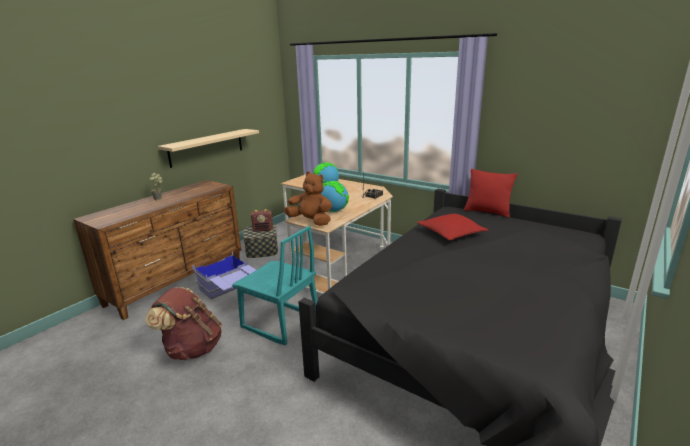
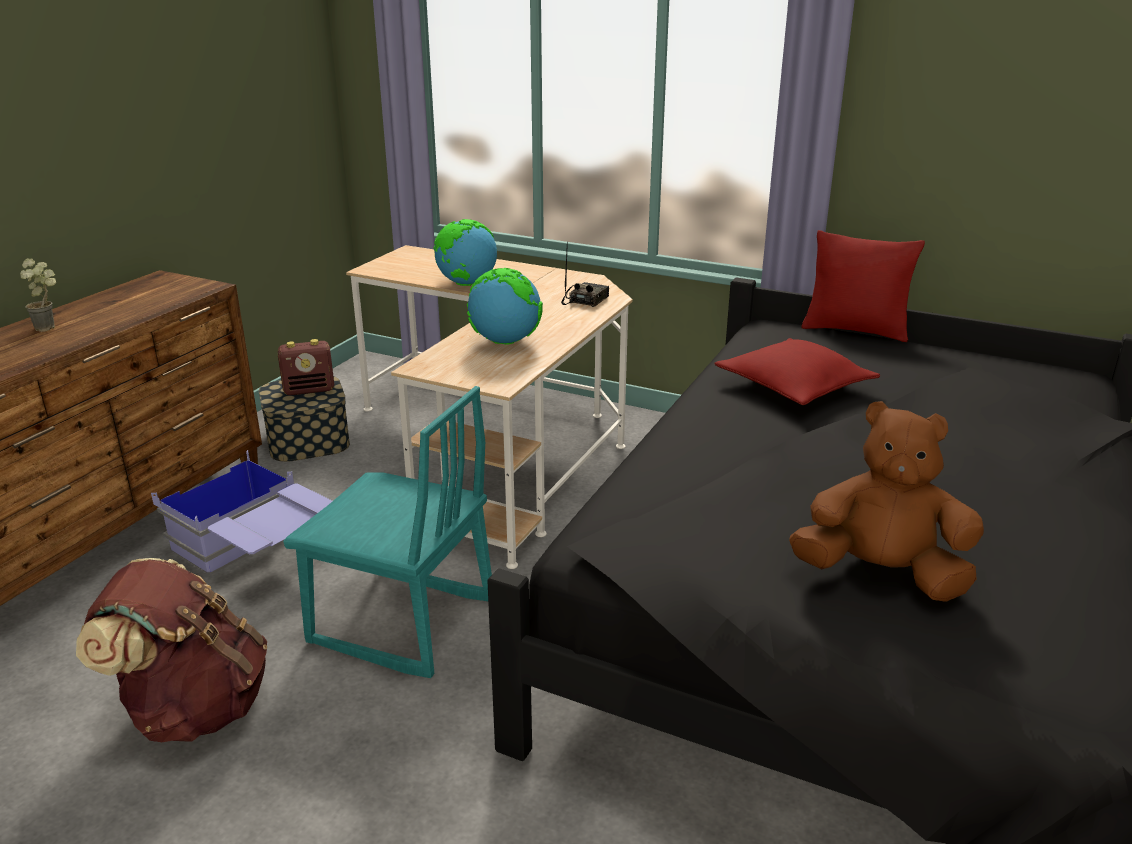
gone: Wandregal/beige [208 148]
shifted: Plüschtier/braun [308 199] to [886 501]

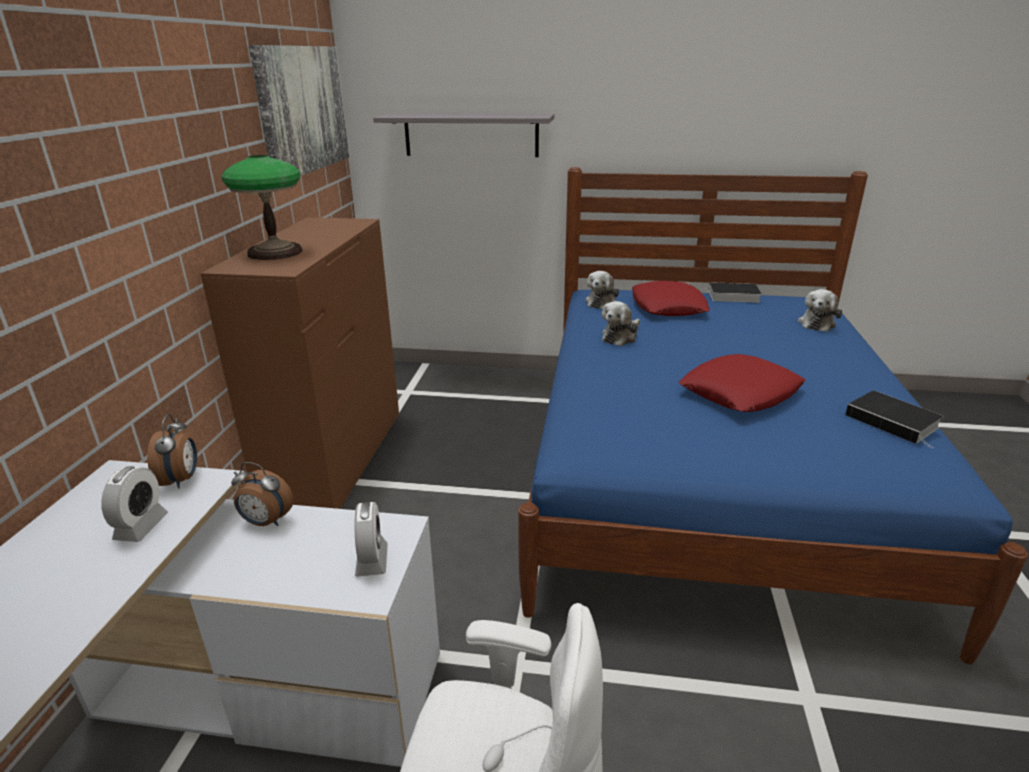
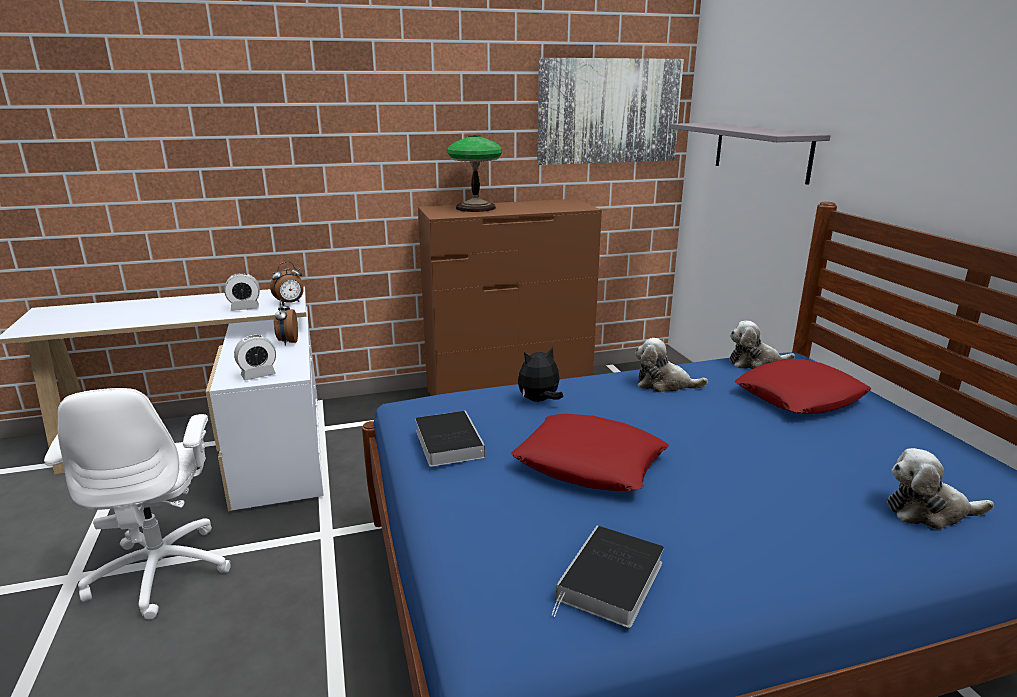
new: Plüschtier [540 374]
shifted: Buch [730 292] to [450 439]

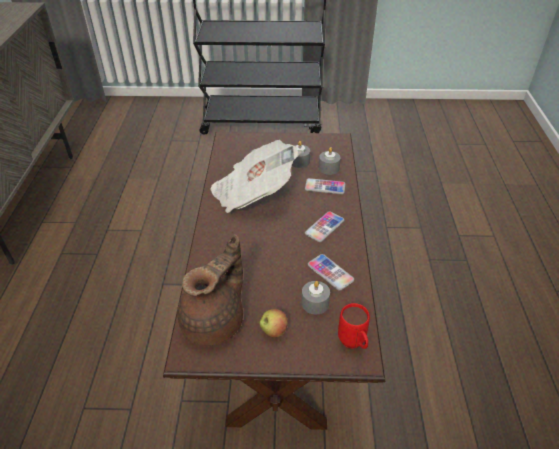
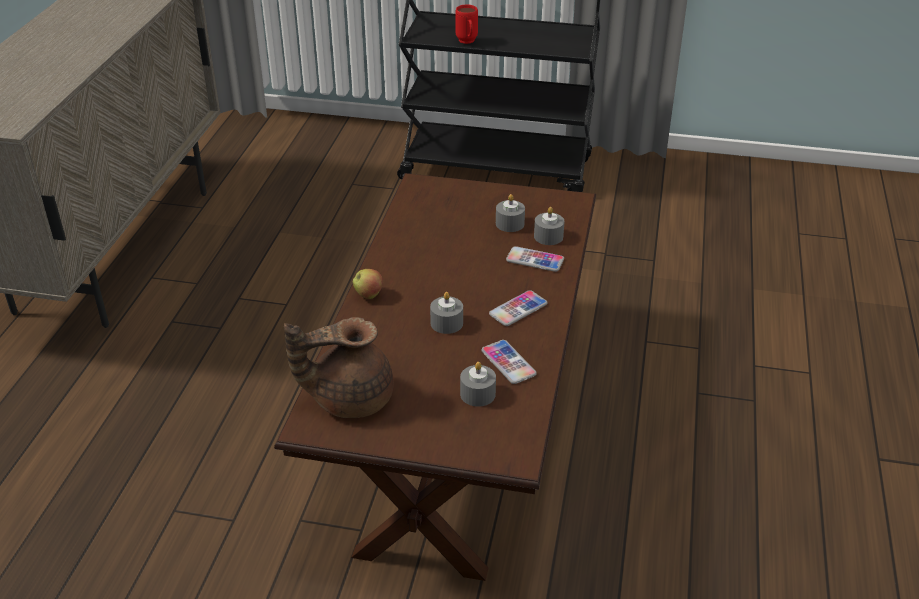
gone: Zeitung [254 176]
new: Kerze/grau [446 313]
shifted: Henkelbecher/rot [354 326] to [466 24]; Apfel [273 323] to [368 284]
rotated: Teekanne/braun [210 290] = [339 367] 150 degrees counterclockwise

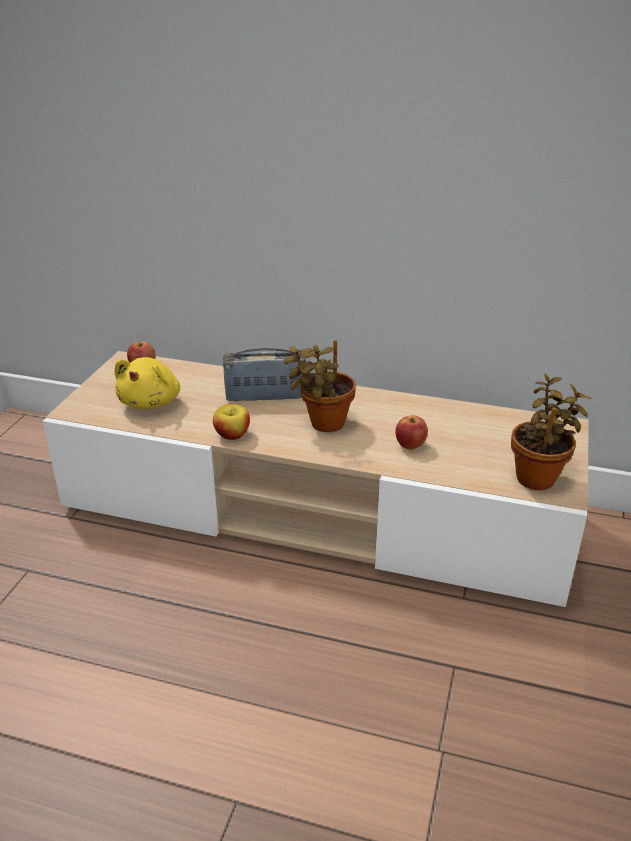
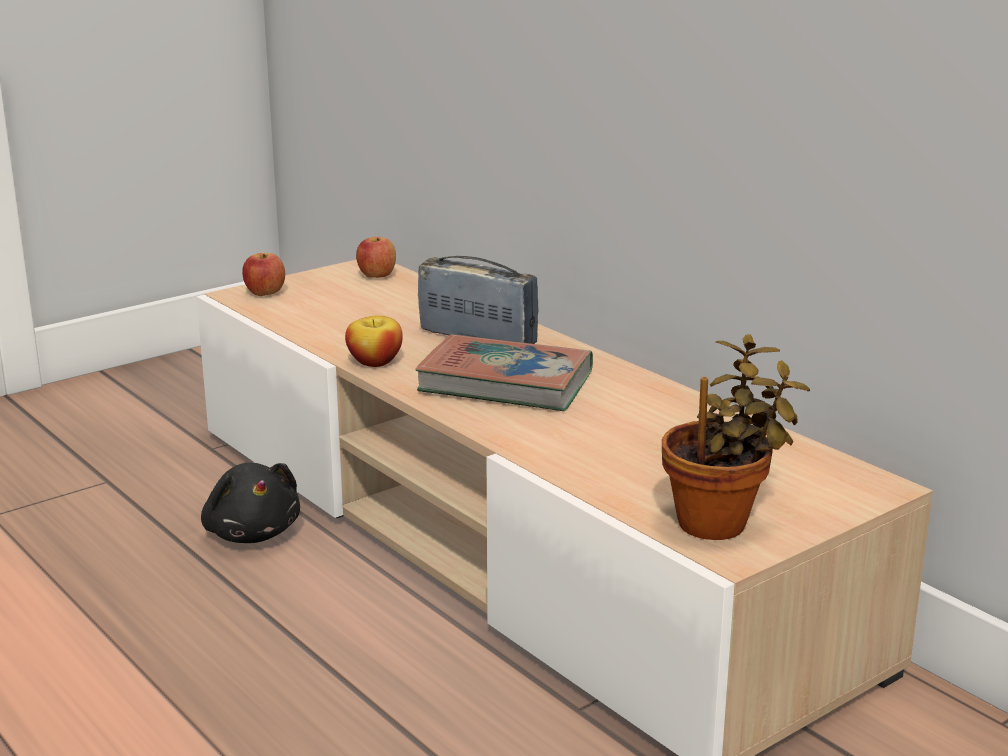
gone: Plüschtier/gelb [147 383]
new: Plüschtier/schwarz [250 503]
shifted: Apfel [411 432] to [263 274]
swapped: Topfpflanze [320 386] to Buch [504 372]

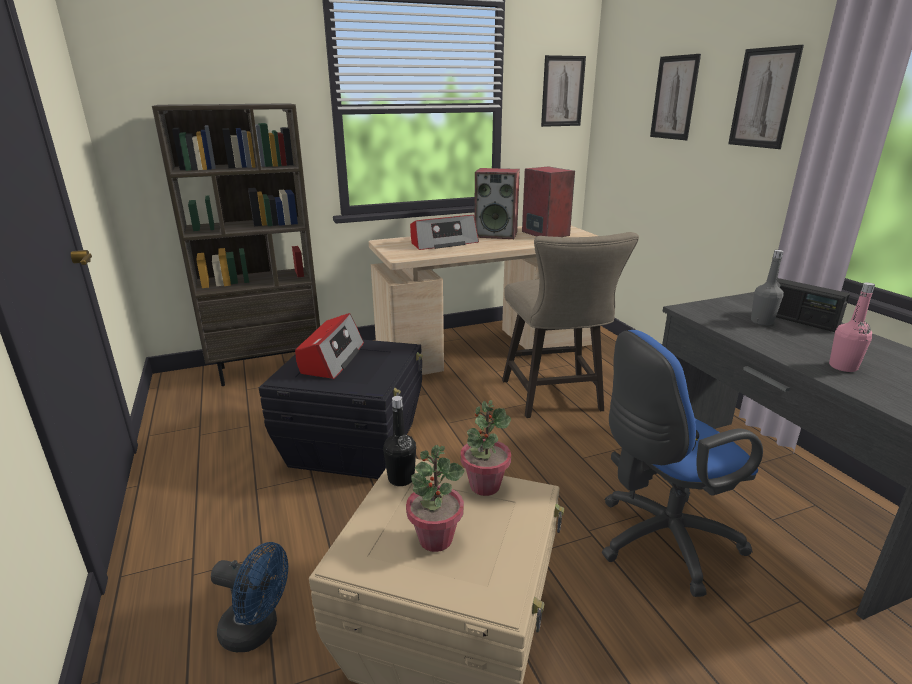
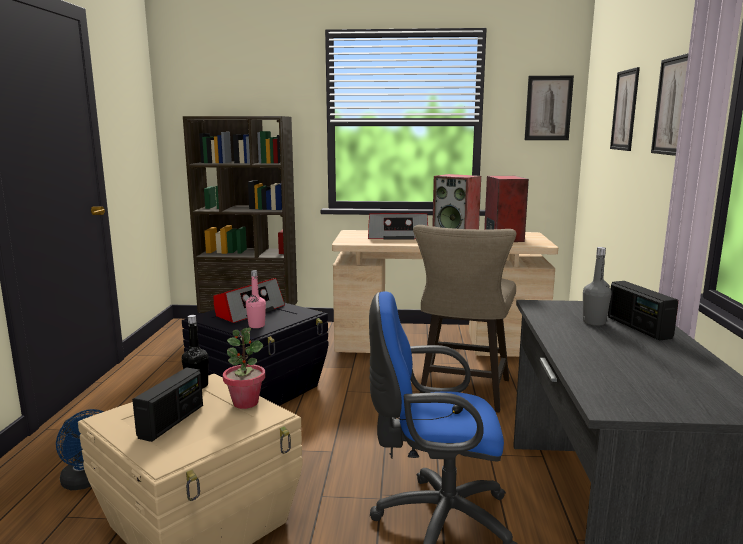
shifted: Flasche/rosa [852 327] to [256 299]
swapped: Topfpflanze [435 498] to Radio [167 404]

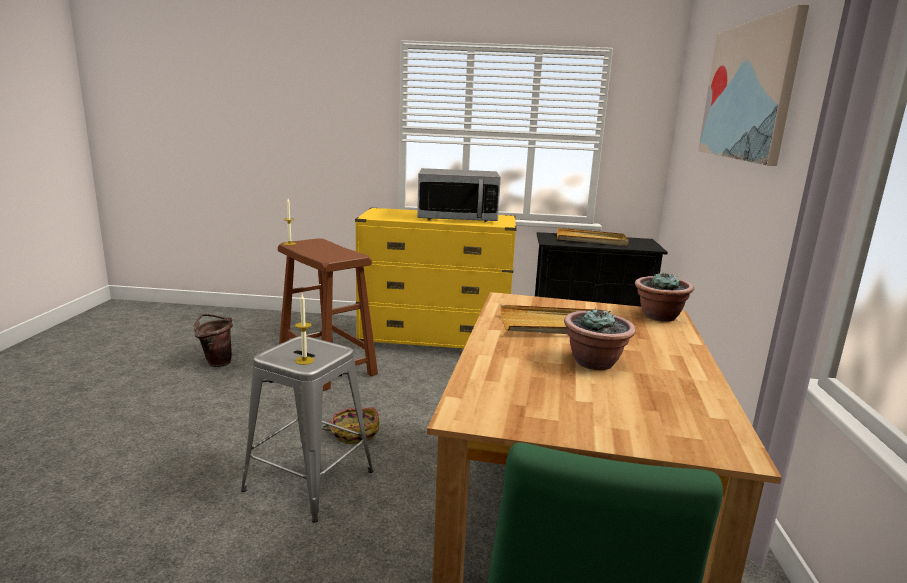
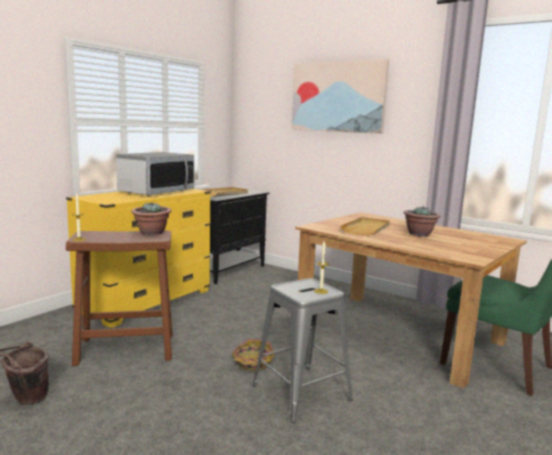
shifted: Topfpflanze [664 296] to [151 218]

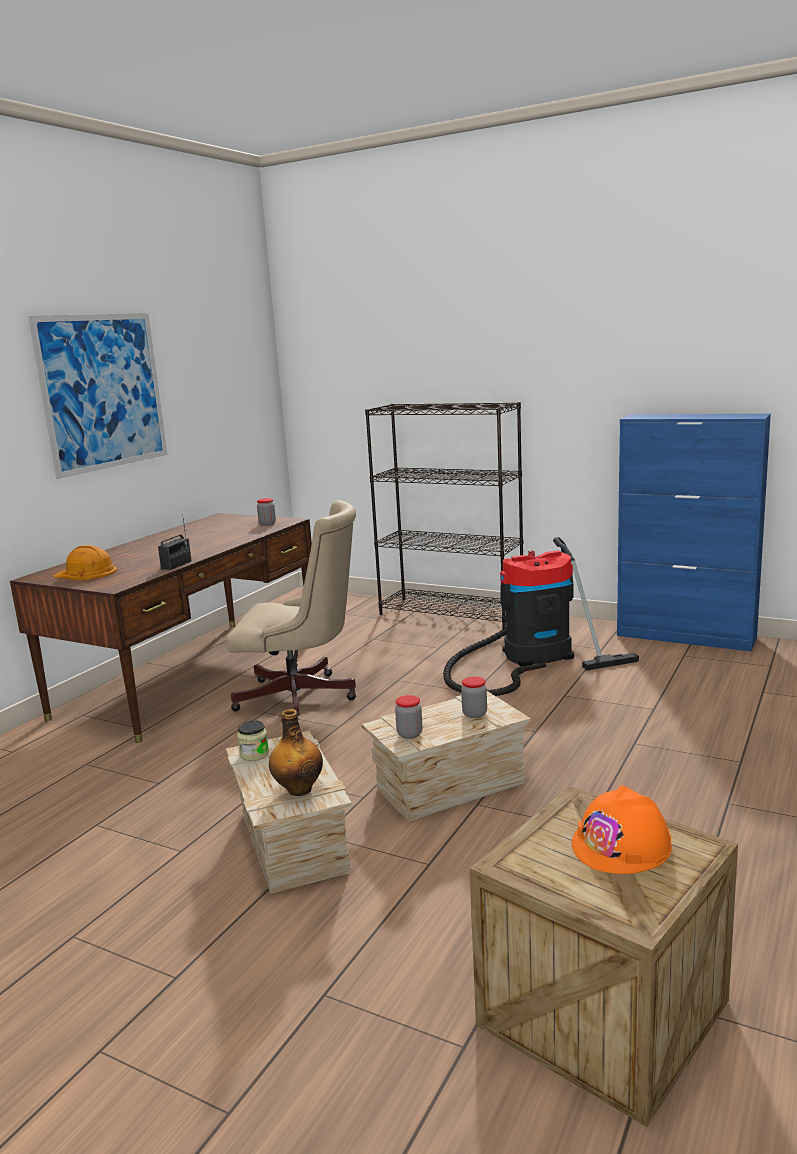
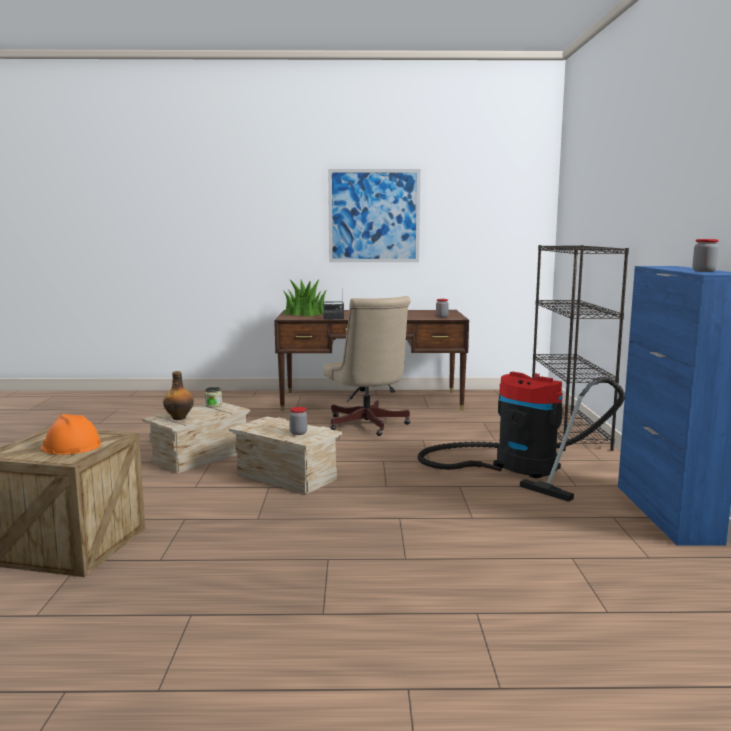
shifted: Vorratsglas [408 717] to [706 255]
swapped: Schutzhelm/orange [85 562] to Topfpflanze [305 298]

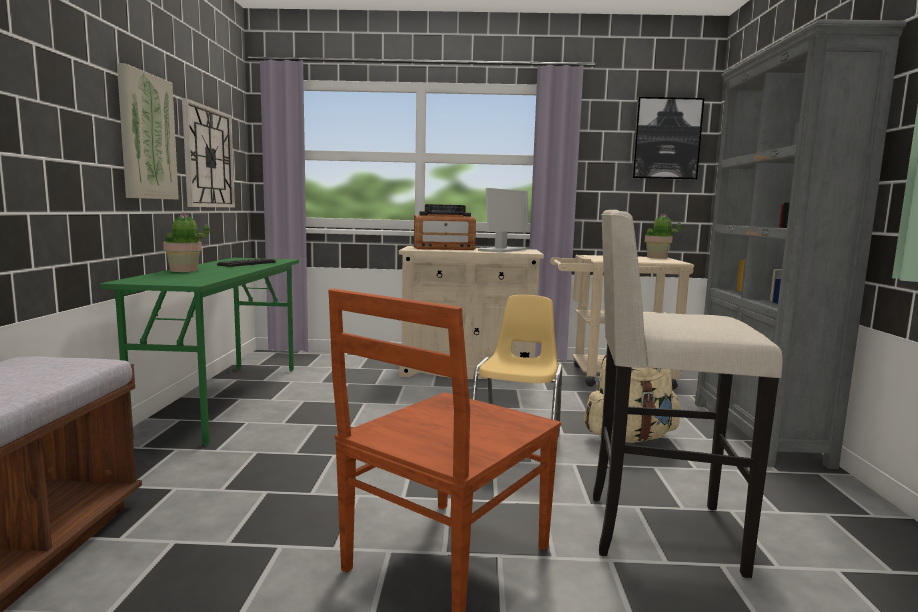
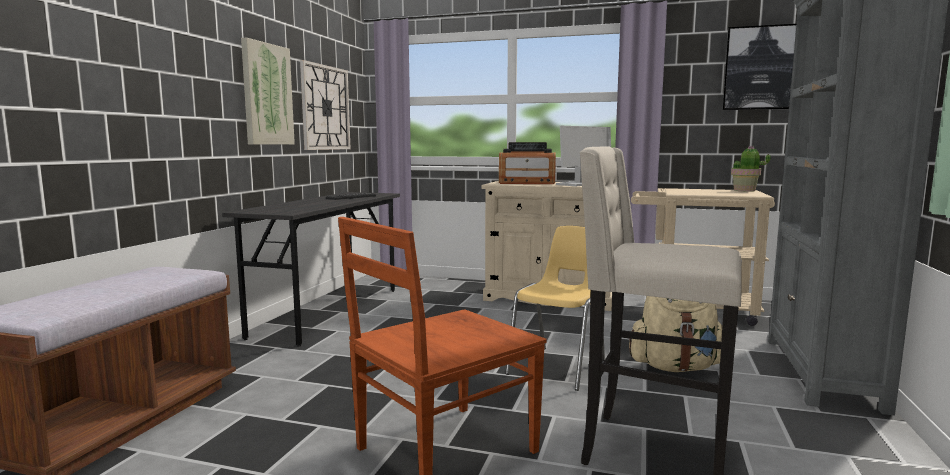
gone: Topfpflanze [186 242]
repainted: Schreibtisch/grün [199 352] to Schreibtisch/grau [311 269]

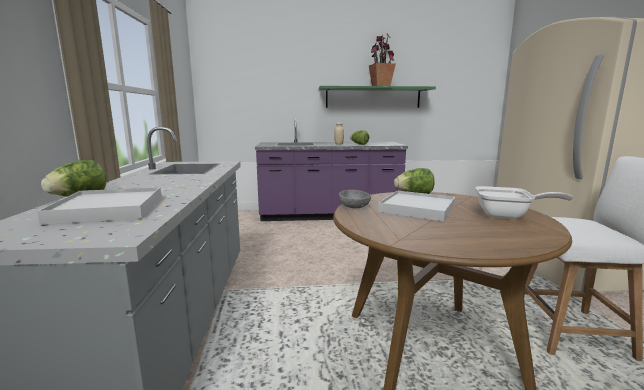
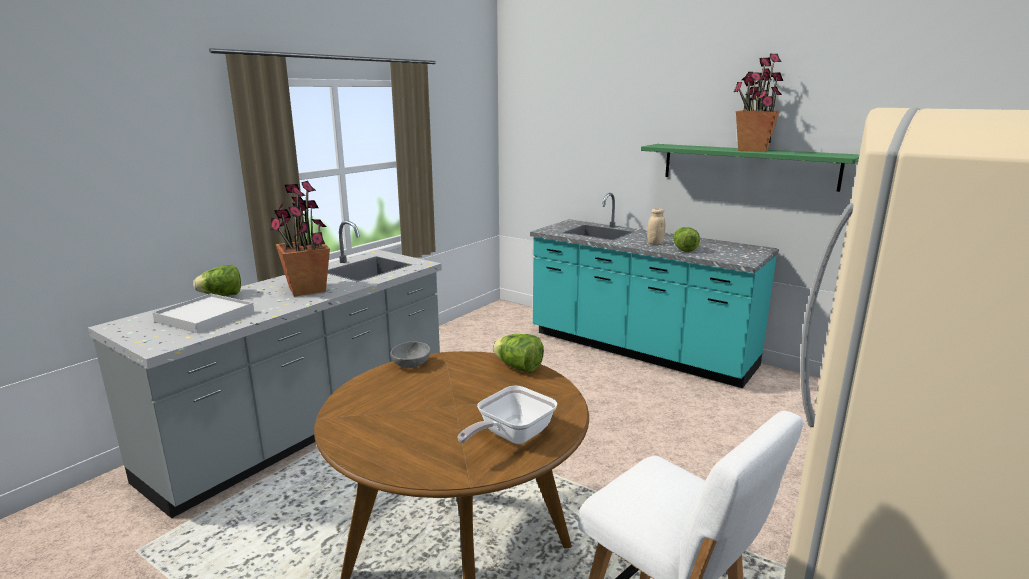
gone: Tablett/weiß [416 206]
new: Topfpflanze [300 238]
repainted: Küchenzeile/lila [331 170] to Küchenzeile/türkis [654 290]
rotated: Pfanne [524 202] = [507 415] 75 degrees clockwise

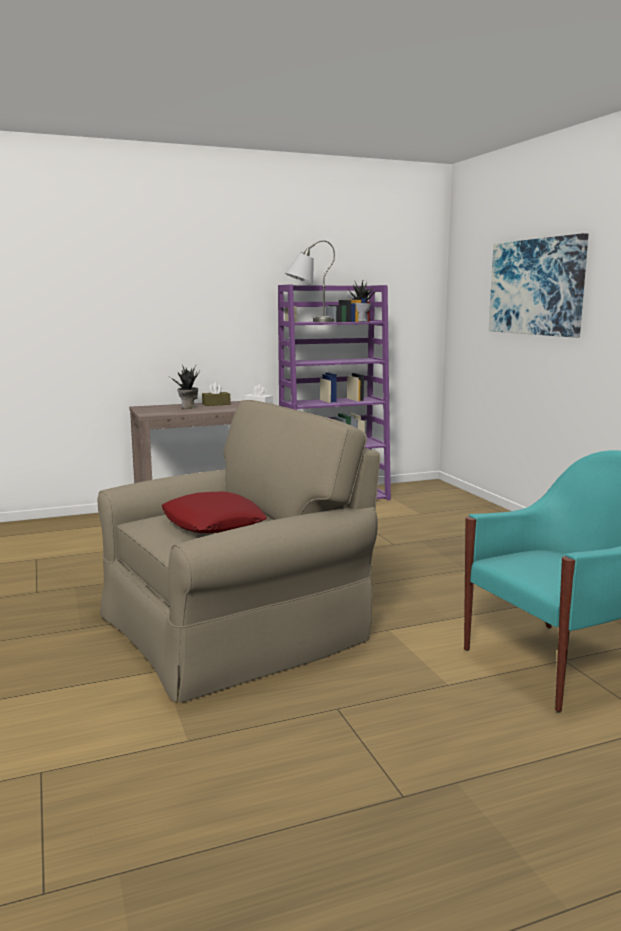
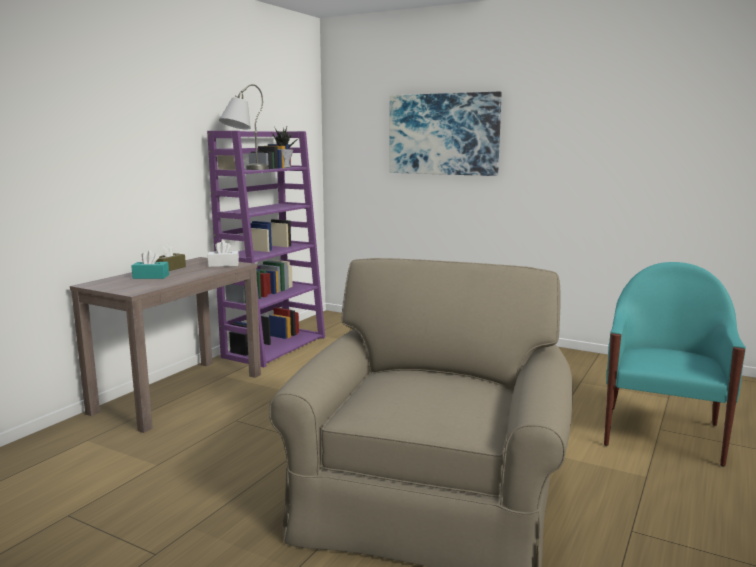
gone: Kissen/rot [214 512]
swapped: Topfpflanze [184 387] to Taschentuchbox/türkis [150 264]

